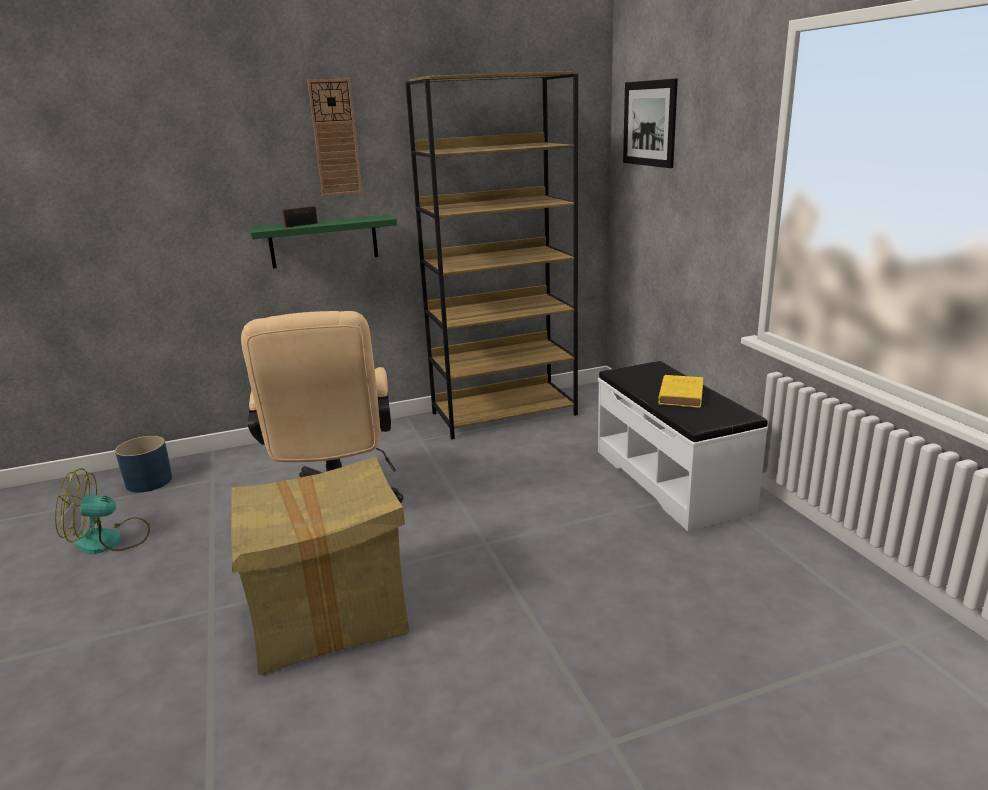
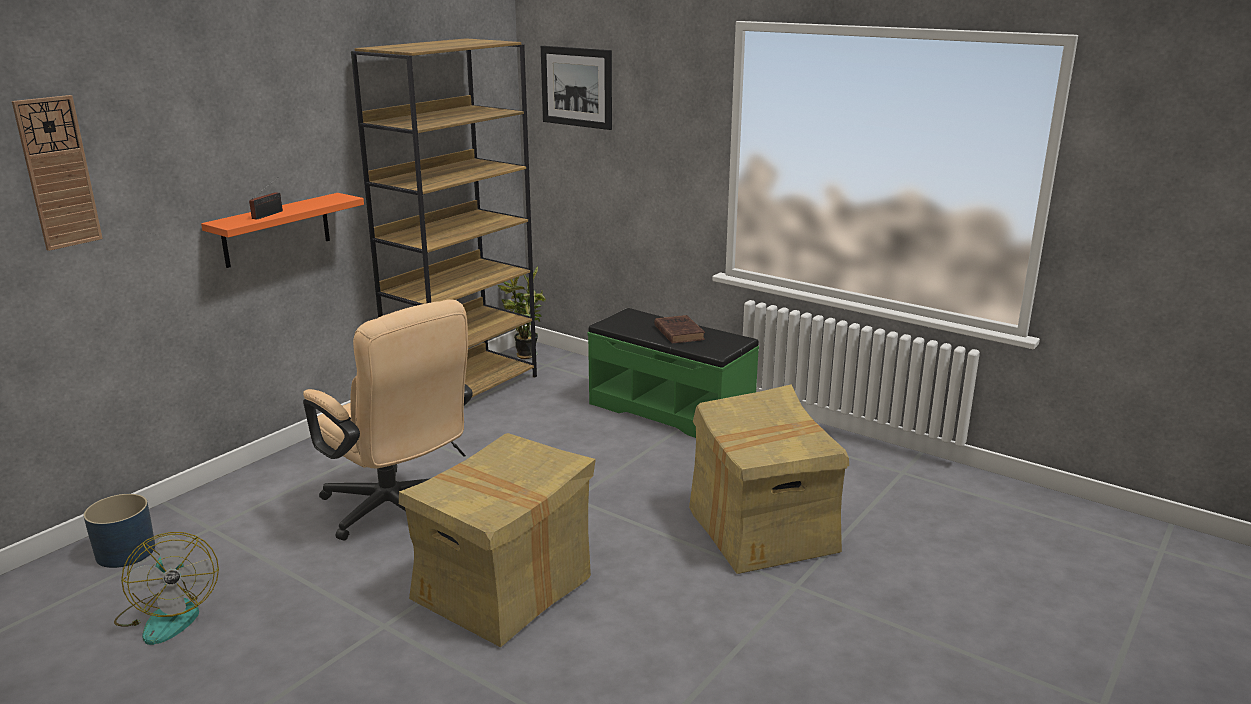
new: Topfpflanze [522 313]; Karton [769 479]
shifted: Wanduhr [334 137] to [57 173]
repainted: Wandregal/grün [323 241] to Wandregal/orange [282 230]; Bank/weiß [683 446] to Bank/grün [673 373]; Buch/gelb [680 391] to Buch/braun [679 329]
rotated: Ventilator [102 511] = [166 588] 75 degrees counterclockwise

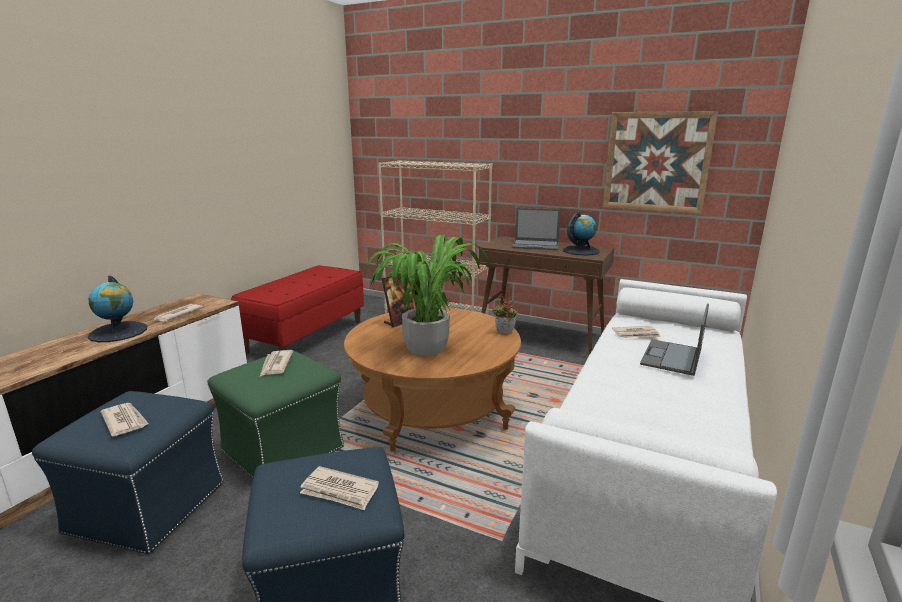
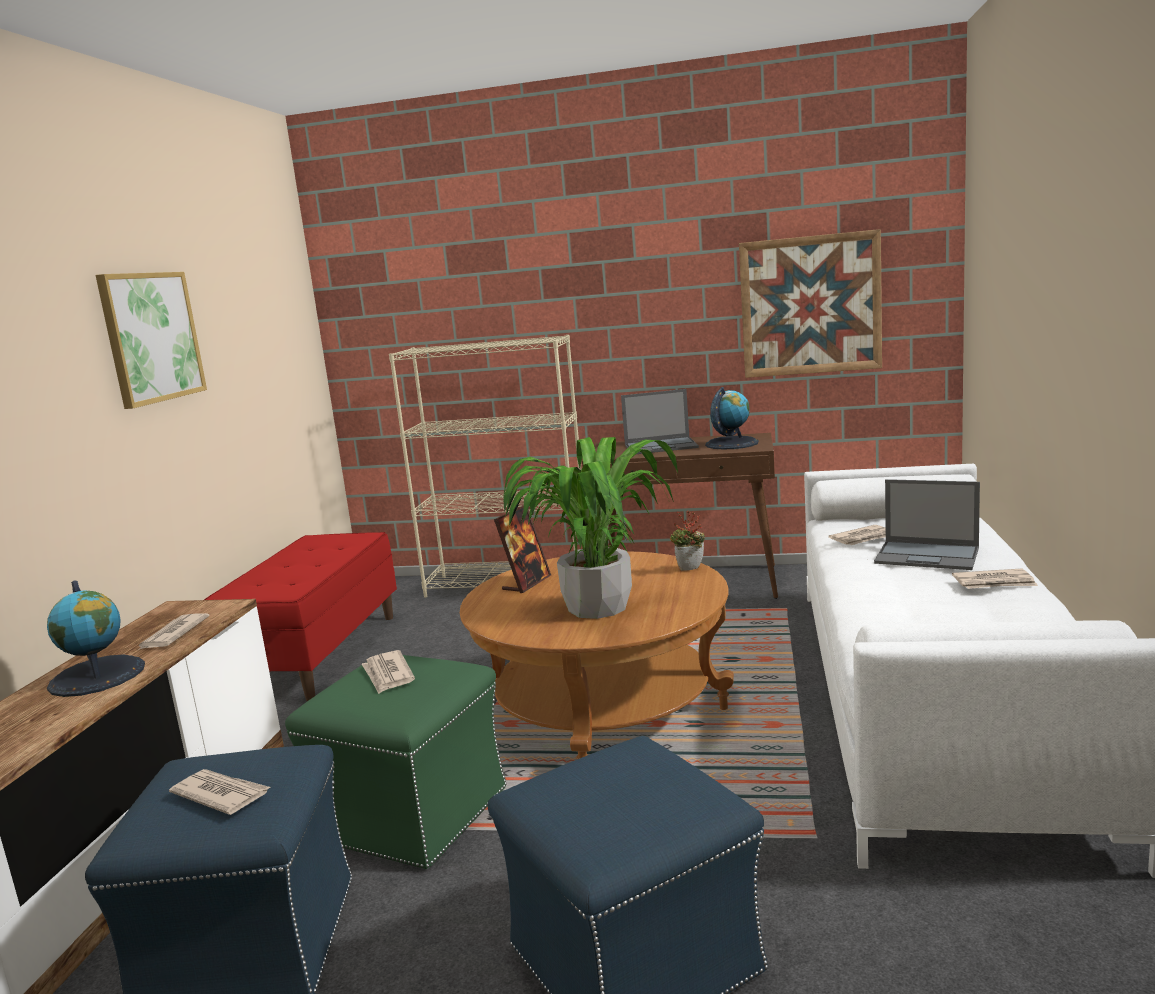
new: Bild [151 340]
shifted: Zeitung [339 488] to [995 579]
rotated: Laptop [674 340] = [927 524] 75 degrees counterclockwise

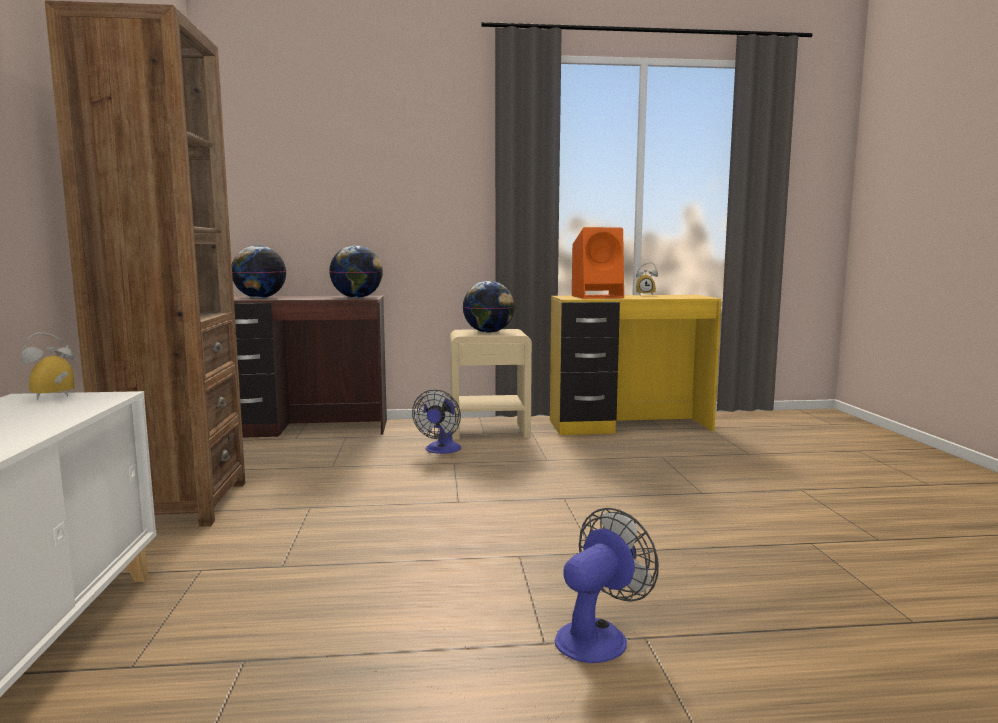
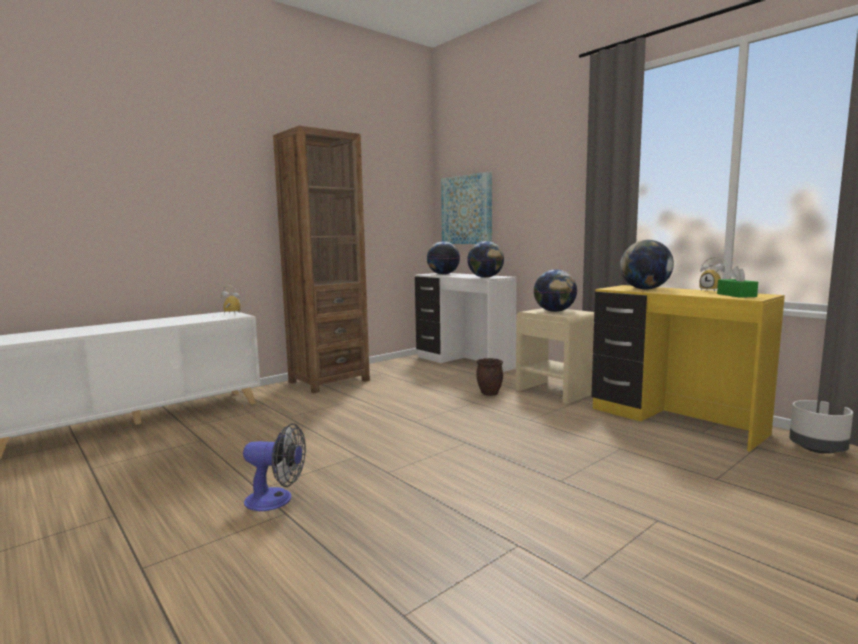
new: Bild [466 208]; Taschentuchbox/grün [737 282]; Pflanzkübel/grau [821 427]
swapped: Lautsprecher/orange [598 263] to Globus [647 264]; Ventilator [436 422] to Pflanzkübel/braun [489 377]
repainted: Schreibtisch/braun [310 366] to Schreibtisch/weiß [466 322]

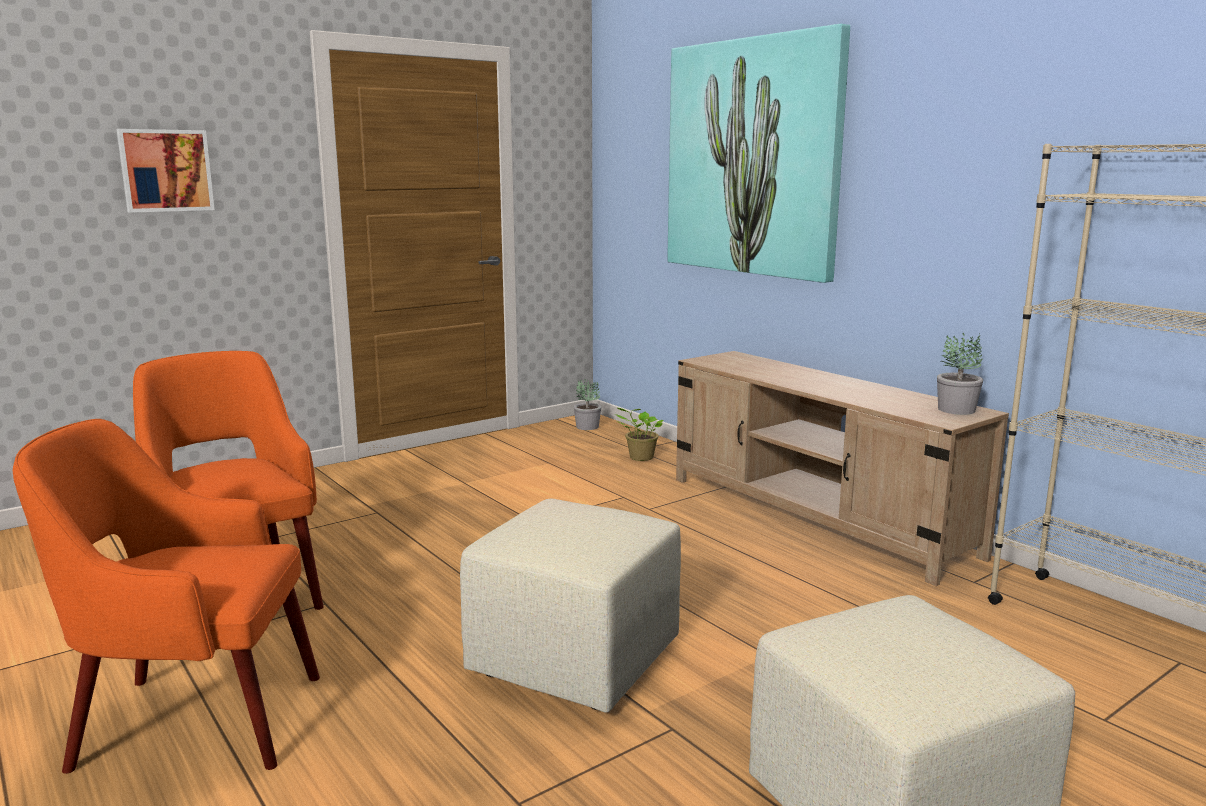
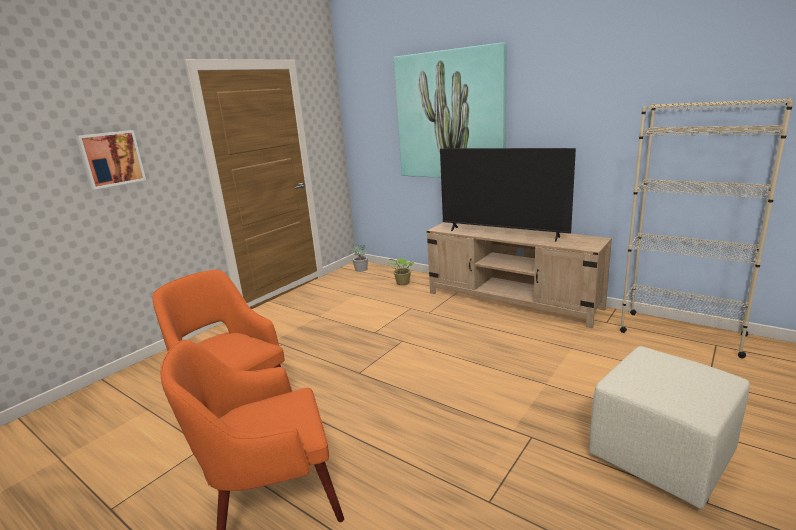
gone: Topfpflanze [960 374]; Polsterhocker/beige [570 606]
new: Fernseher [508 195]

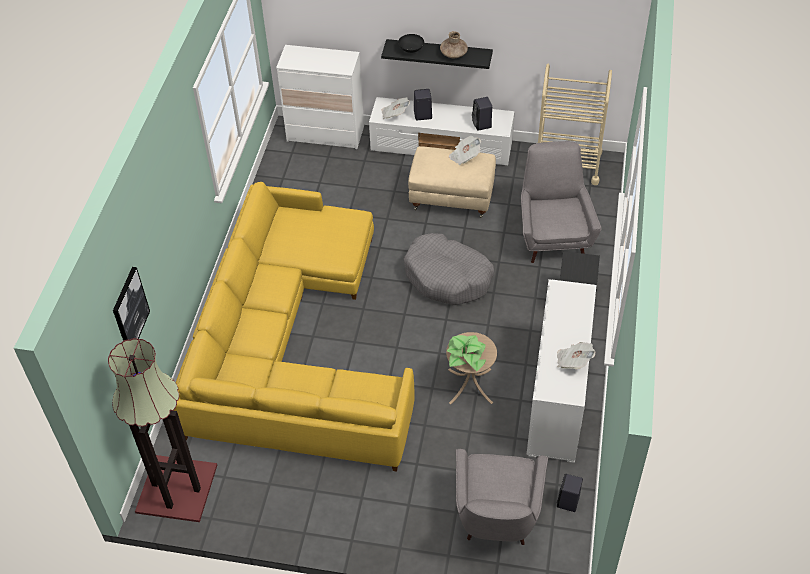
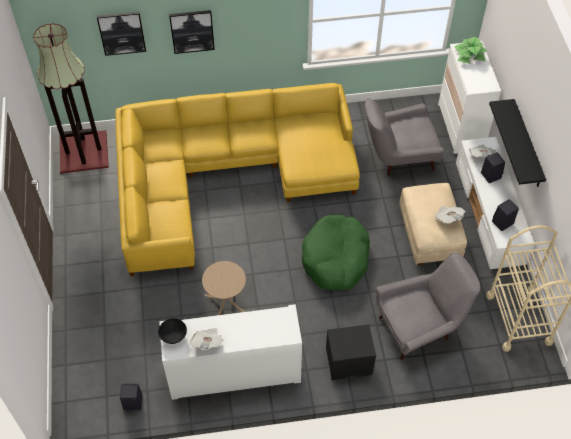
gone: Vase/braun [454 44]
new: Bild [192 32]
shifted: Schüssel/schwarz [411 43] to [172 331]; Topfpflanze [466 353] to [470 50]; Sessel/grau [502 497] to [404 137]
repainted: Hundebett/grau [449 269] to Hundebett/grün [336 252]

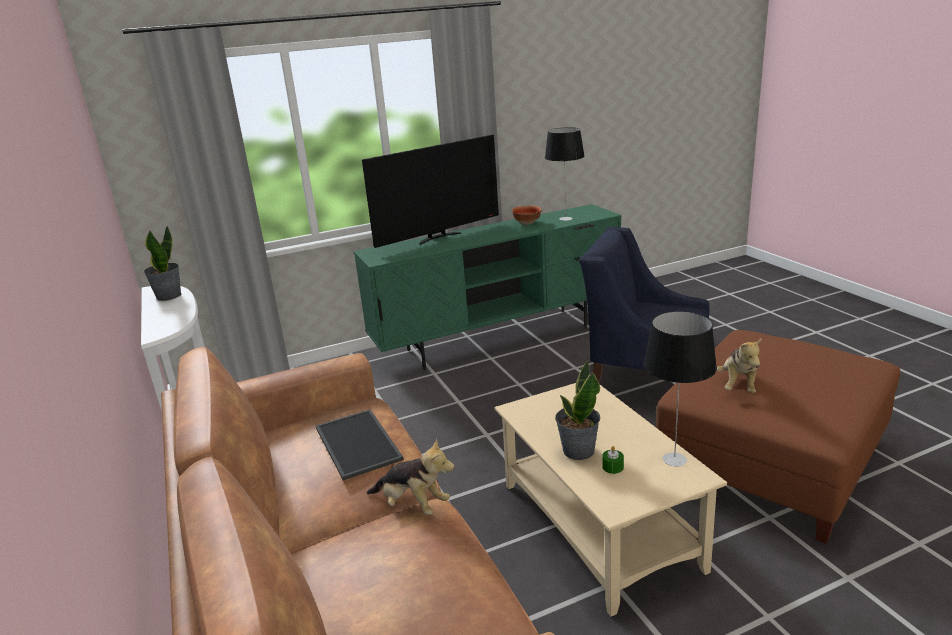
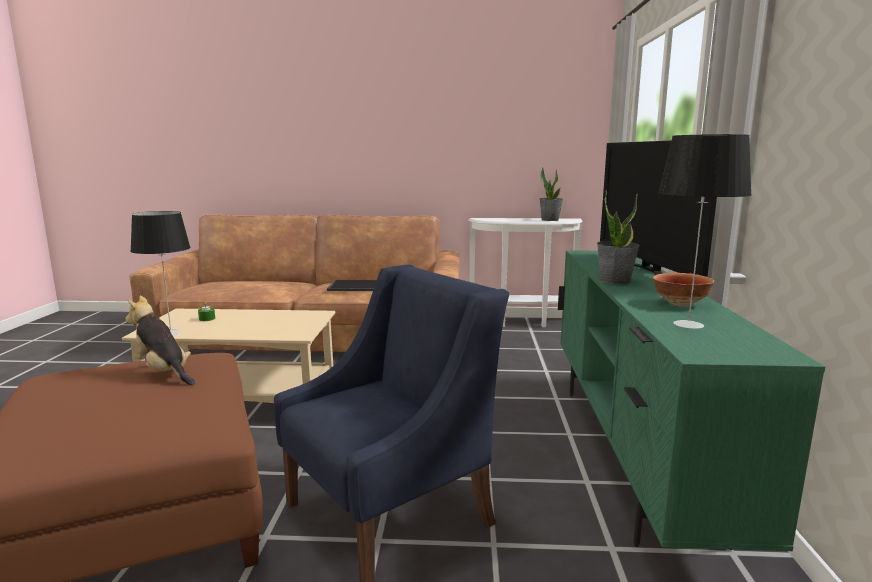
gone: Plüschtier [411 476]
shifted: Topfpflanze [577 410] to [618 237]

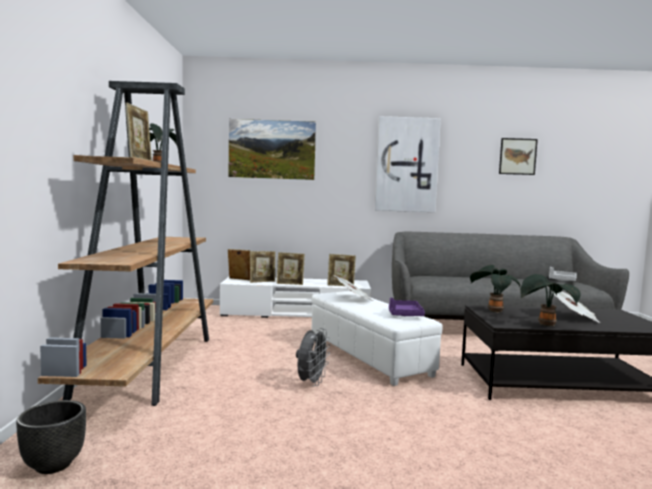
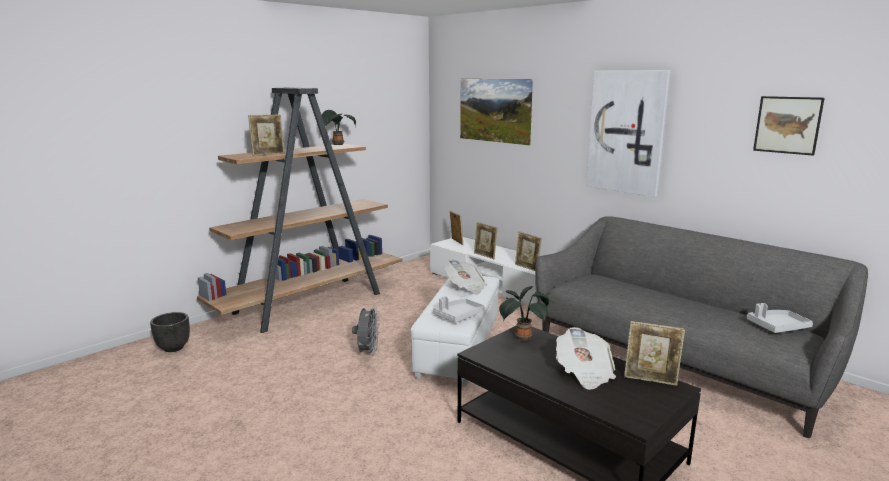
gone: Topfpflanze [550 300]
shifted: Bilderrahmen [263 267] to [654 353]
repainted: Tablett/lila [407 307] to Tablett/grau [459 309]
rotated: Ventilator/grau [313 357] = [366 330] 60 degrees counterclockwise

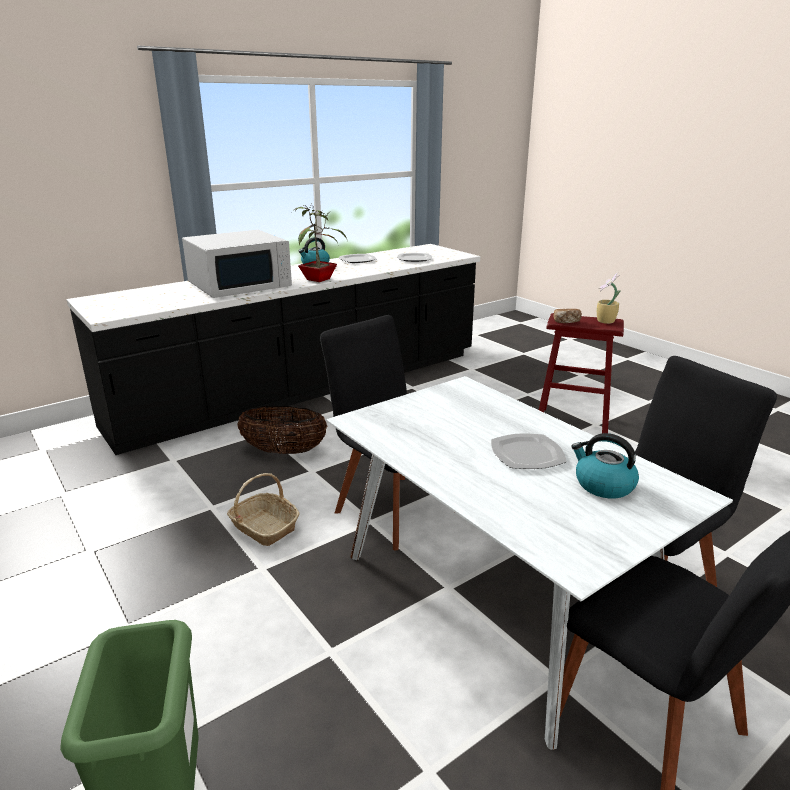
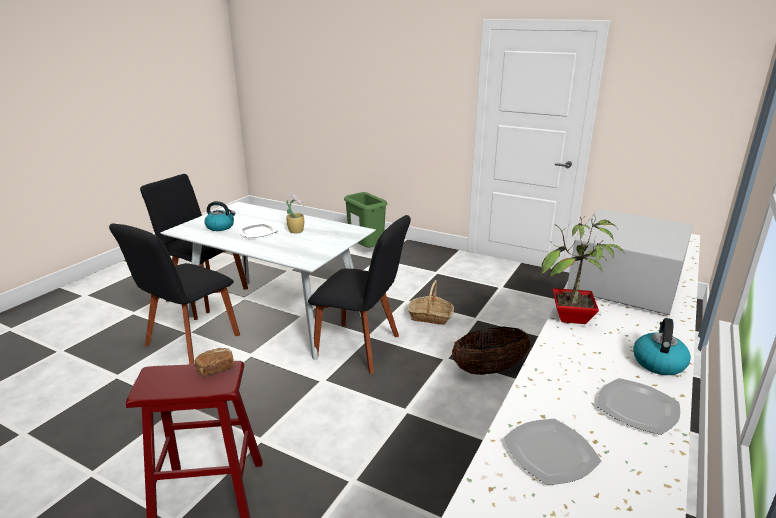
shifted: Topfpflanze [609 298] to [295 212]

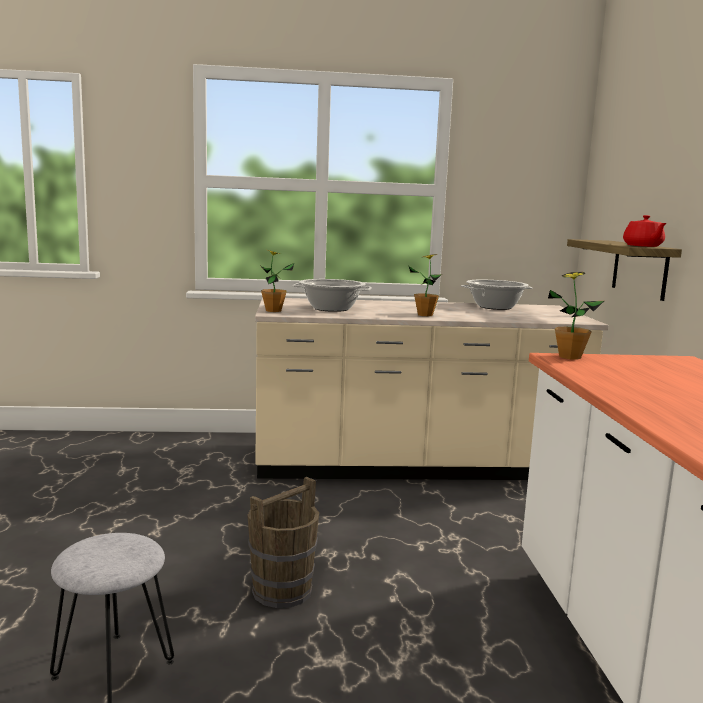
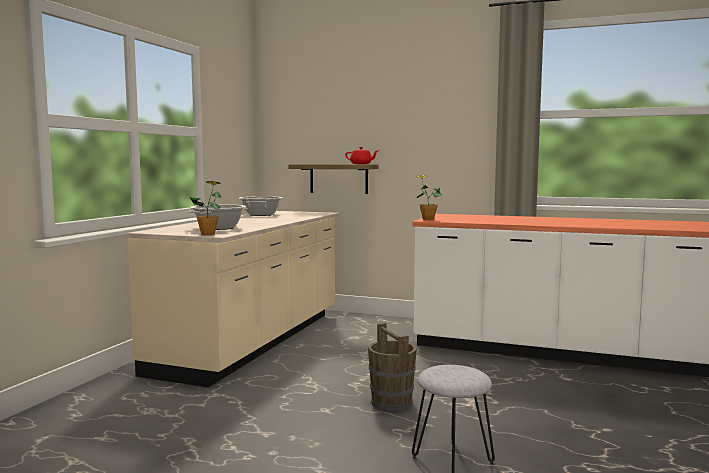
gone: Topfpflanze [425 285]

